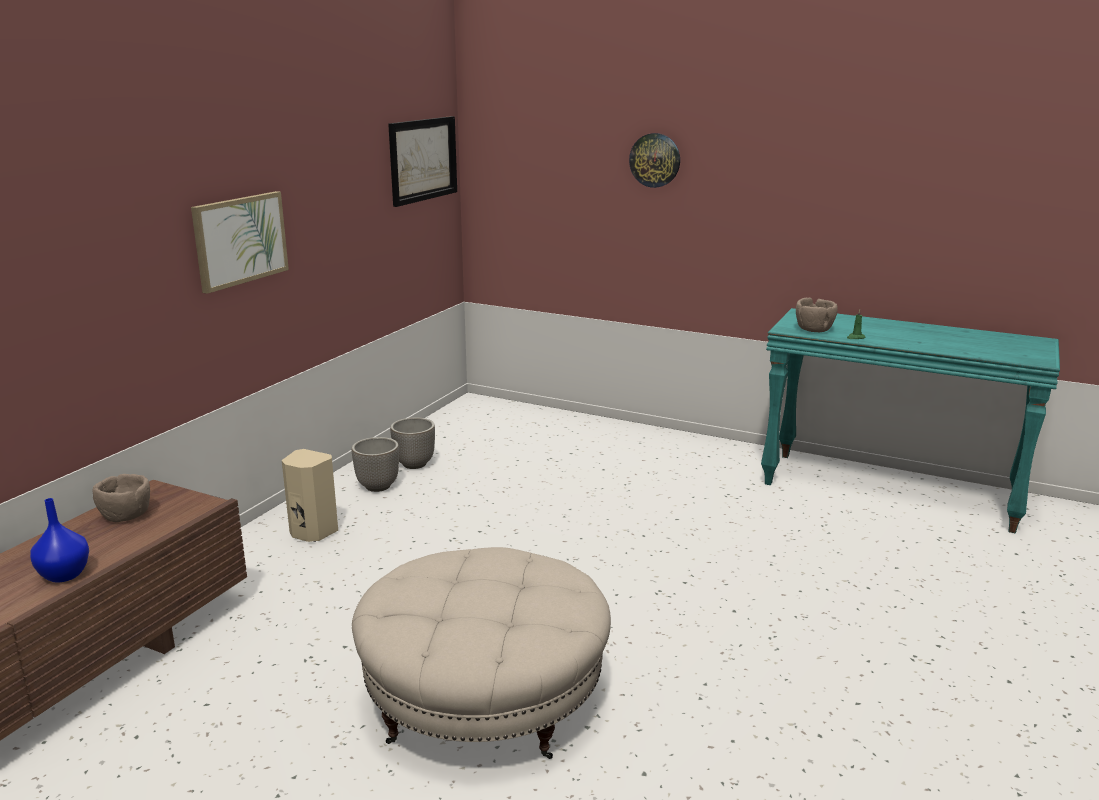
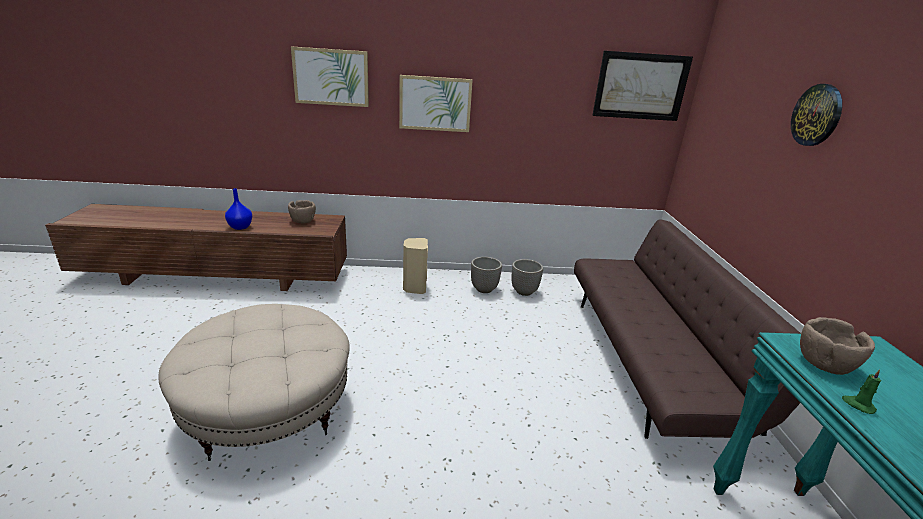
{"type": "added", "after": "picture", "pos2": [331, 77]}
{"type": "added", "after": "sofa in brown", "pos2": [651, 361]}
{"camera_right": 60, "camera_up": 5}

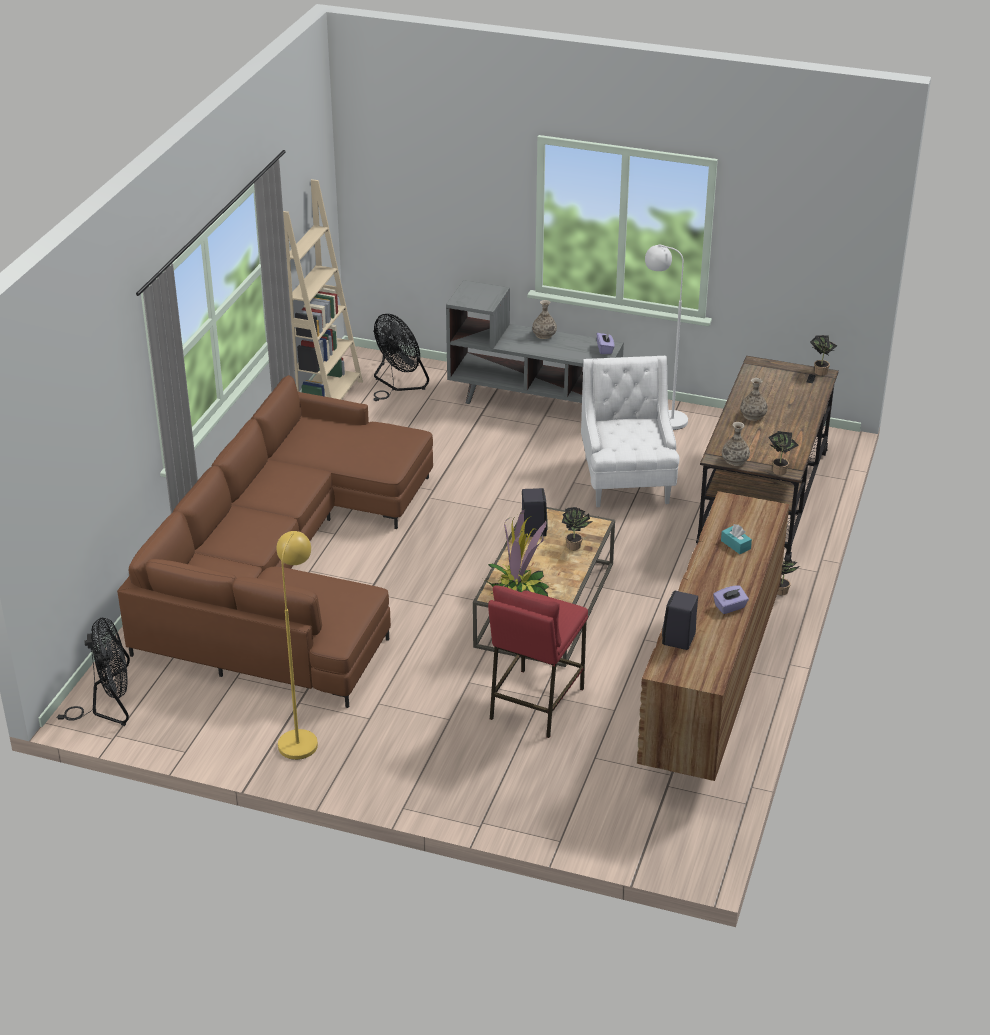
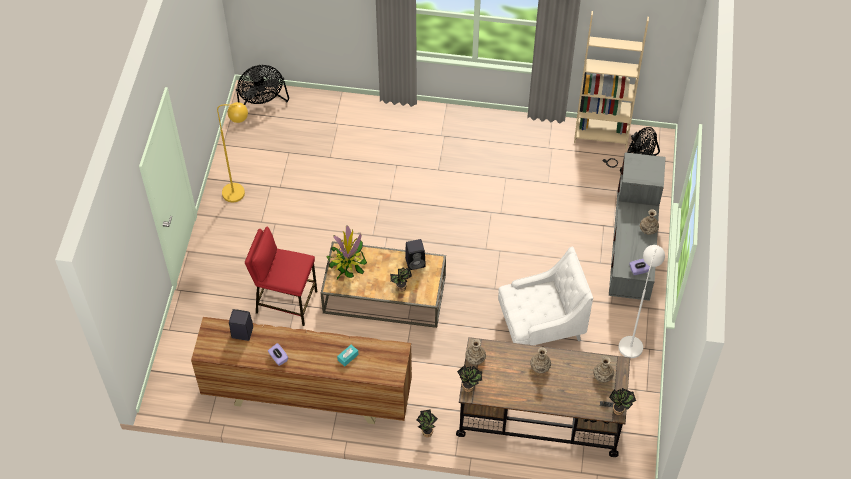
{"type": "added", "after": "vase", "pos2": [603, 376]}
{"type": "removed", "before": "sofa in brown", "pos1": [287, 570]}
{"camera_right": 80, "camera_up": 20}

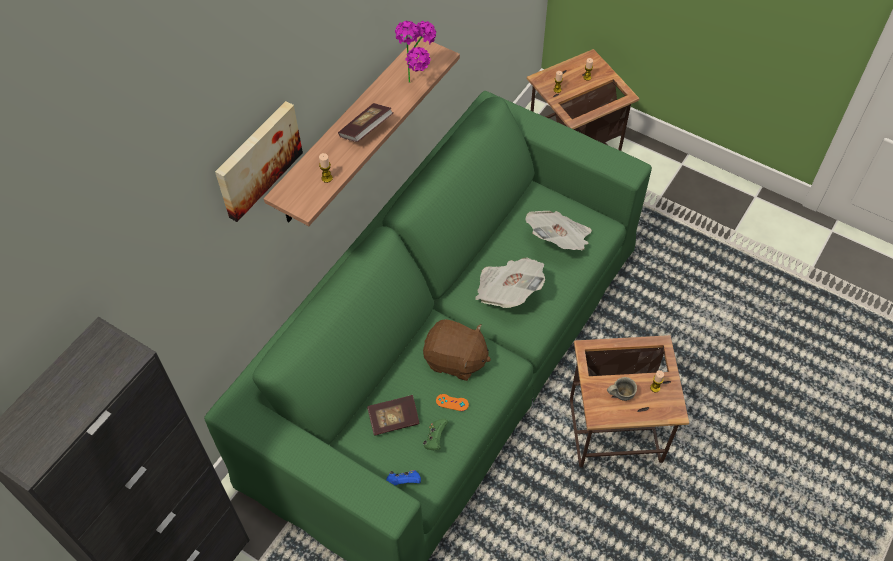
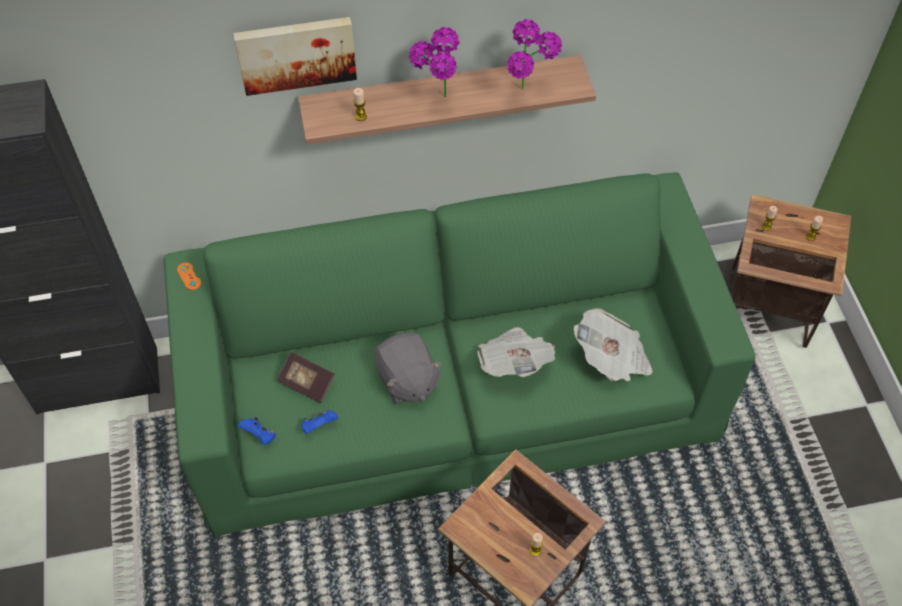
{"type": "moved", "before": "game controller in orange", "pos1": [452, 402], "pos2": [189, 276]}
{"type": "recoloured", "before": "game controller in green", "after": "game controller in blue", "pos1": [435, 439], "pos2": [319, 426]}
{"type": "recoloured", "before": "plush toy in brown", "after": "plush toy in grey", "pos1": [455, 360], "pos2": [407, 380]}
{"type": "replaced", "before": "book", "after": "potted plant", "pos1": [366, 130], "pos2": [437, 102]}
{"type": "removed", "before": "mug in grey", "pos1": [620, 394]}
{"camera_right": 45, "camera_up": 0}

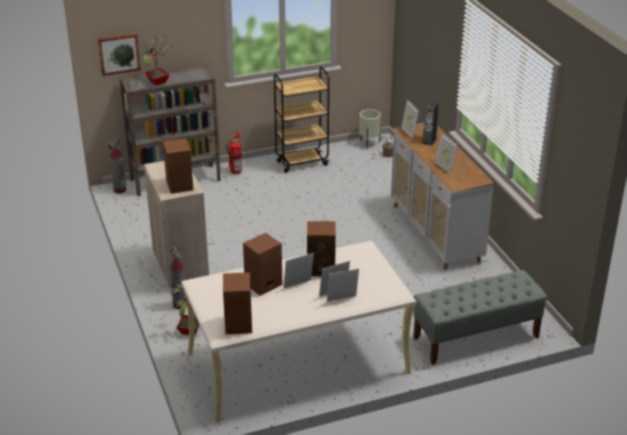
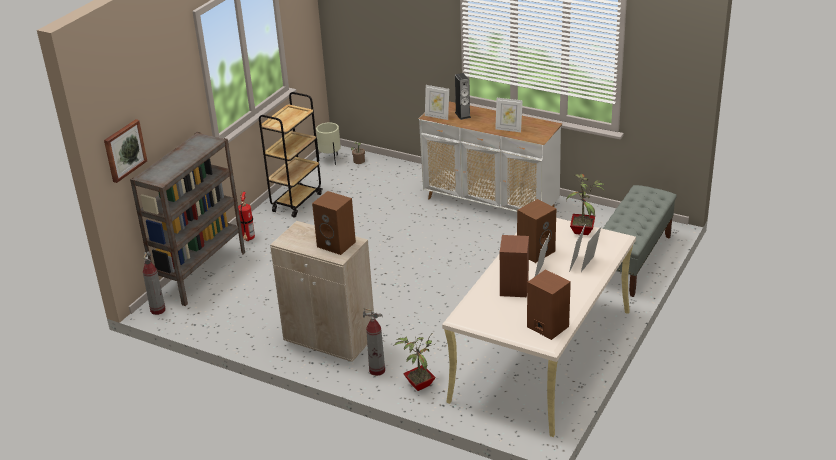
{"type": "moved", "before": "potted plant", "pos1": [158, 83], "pos2": [583, 231]}
{"camera_right": -40, "camera_up": 0}

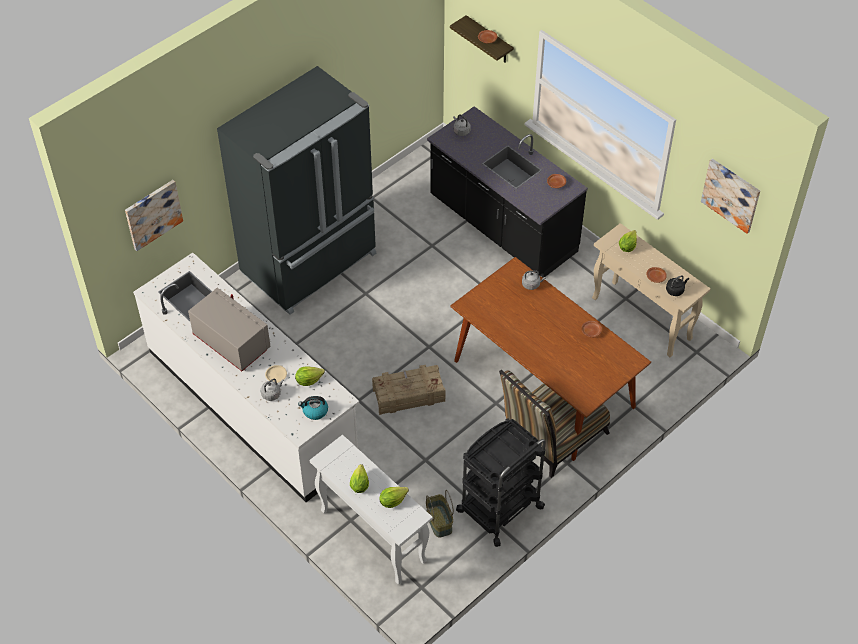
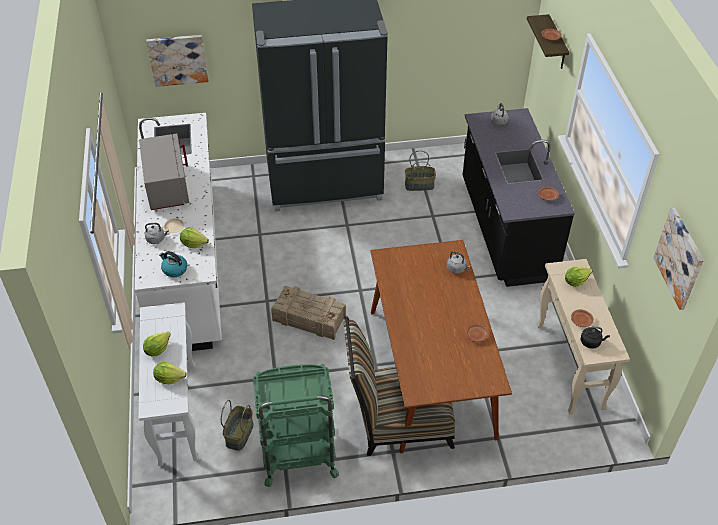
{"type": "recoloured", "before": "cart in black", "after": "cart in green", "pos1": [499, 508], "pos2": [299, 454]}
{"type": "added", "after": "basket", "pos2": [419, 185]}
{"camera_right": 35, "camera_up": -5}

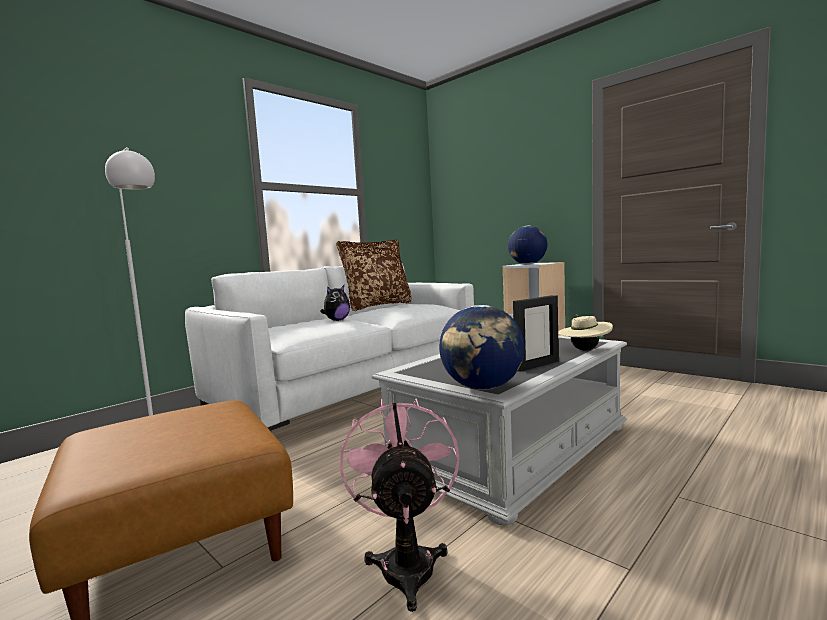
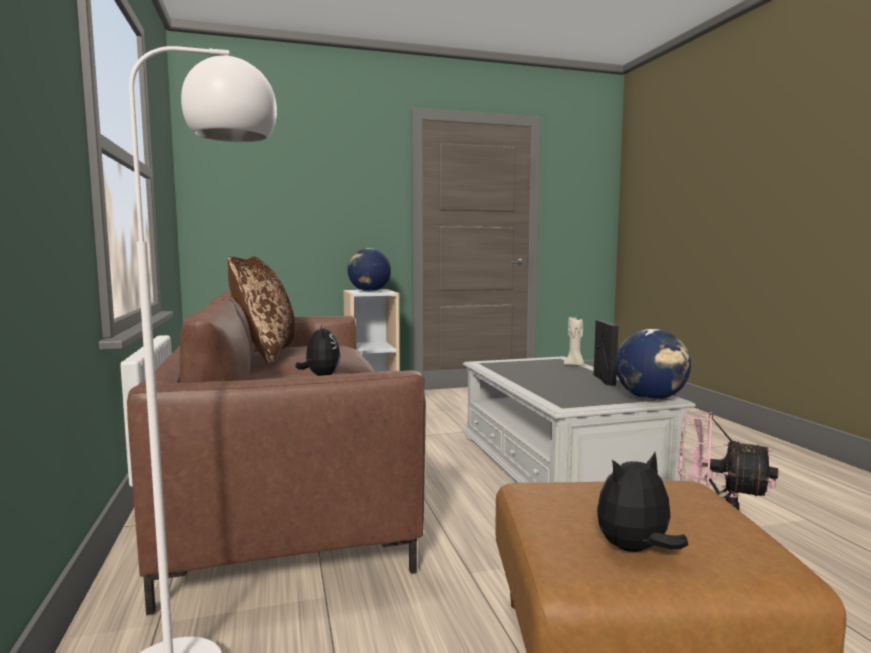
{"type": "recoloured", "before": "sofa in white", "after": "sofa in brown", "pos1": [352, 394], "pos2": [289, 487]}
{"type": "replaced", "before": "hat in beige", "after": "candle in beige", "pos1": [584, 349], "pos2": [574, 365]}
{"type": "added", "after": "plush toy", "pos2": [635, 550]}
{"camera_right": -60, "camera_up": 0}

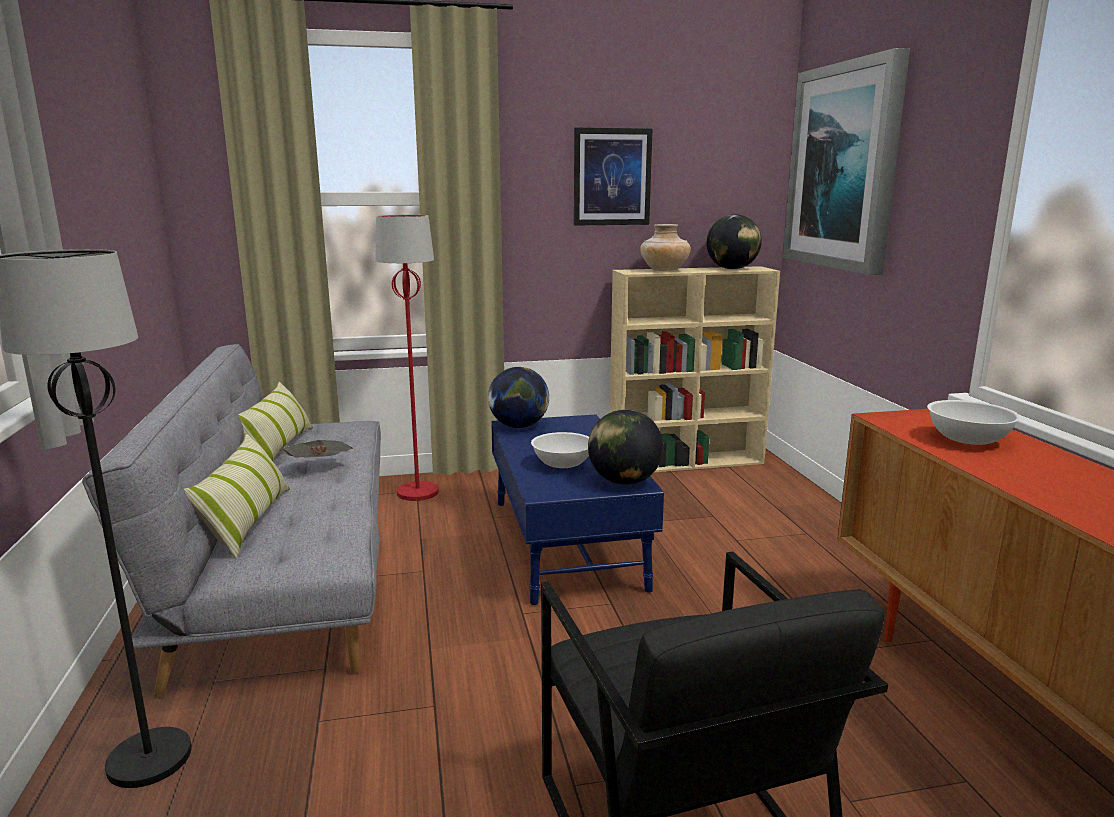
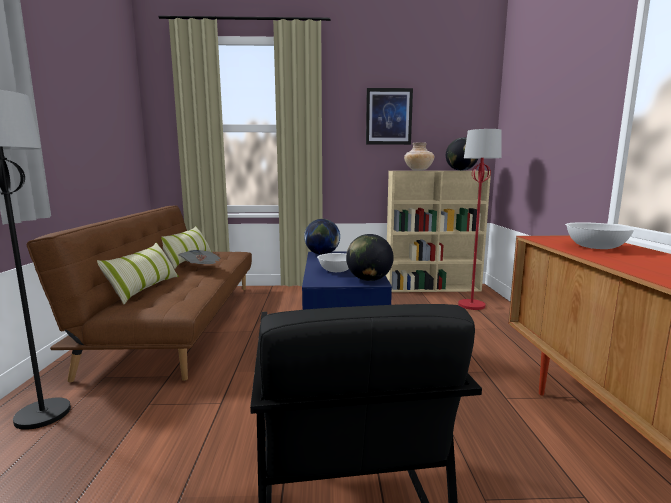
{"type": "recoloured", "before": "sofa in grey", "after": "sofa in brown", "pos1": [289, 564], "pos2": [181, 323]}
{"type": "moved", "before": "floor lamp in red", "pos1": [418, 492], "pos2": [472, 305]}
{"type": "removed", "before": "picture", "pos1": [844, 167]}
{"camera_right": 10, "camera_up": -5}

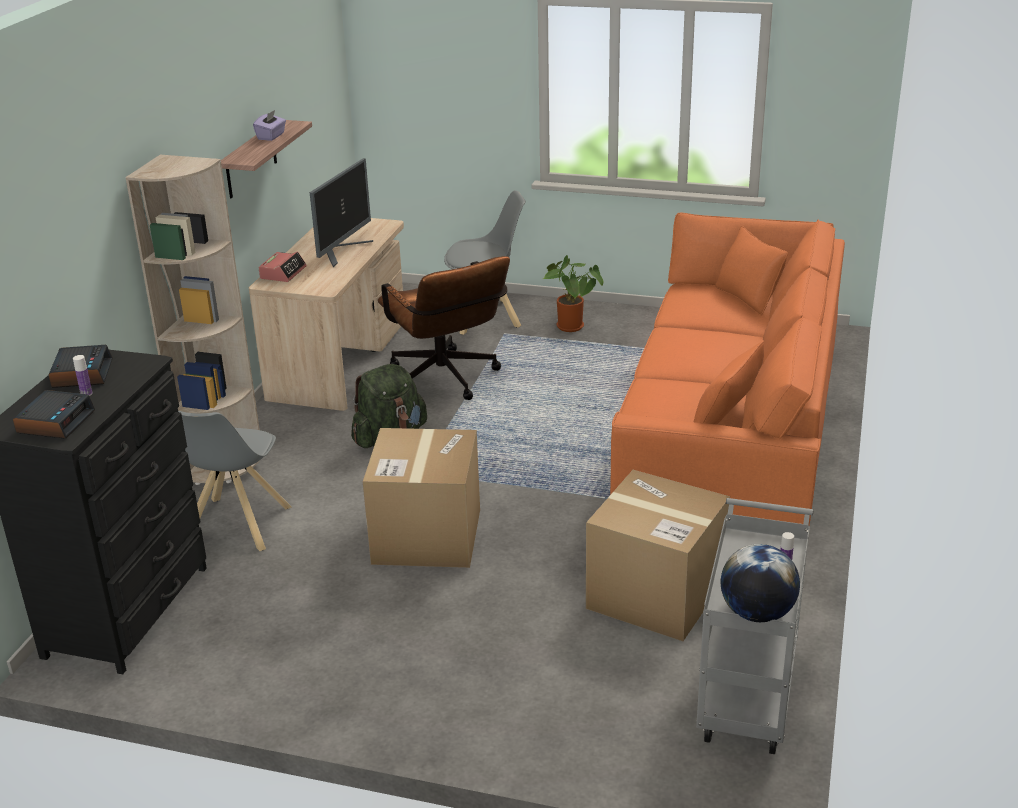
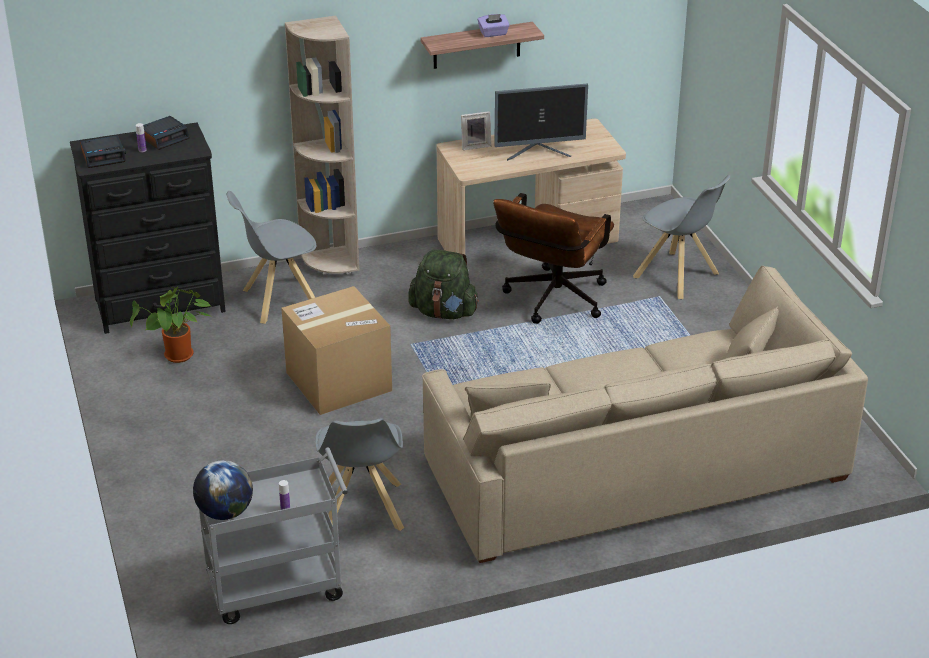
{"type": "moved", "before": "potted plant", "pos1": [573, 327], "pos2": [178, 357]}
{"type": "replaced", "before": "cardboard box", "after": "chair in grey", "pos1": [655, 595], "pos2": [361, 510]}
{"type": "recoloured", "before": "sofa in orange", "after": "sofa in beige", "pos1": [731, 428], "pos2": [634, 469]}
{"type": "replaced", "before": "alarm clock", "after": "picture frame", "pos1": [283, 273], "pos2": [475, 145]}
{"camera_right": 55, "camera_up": 5}

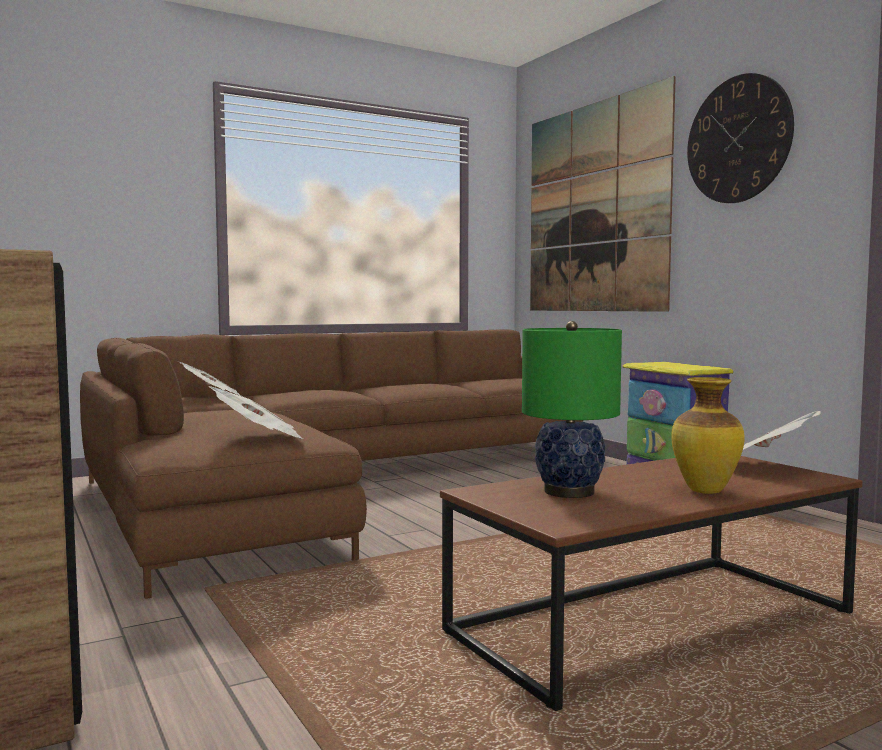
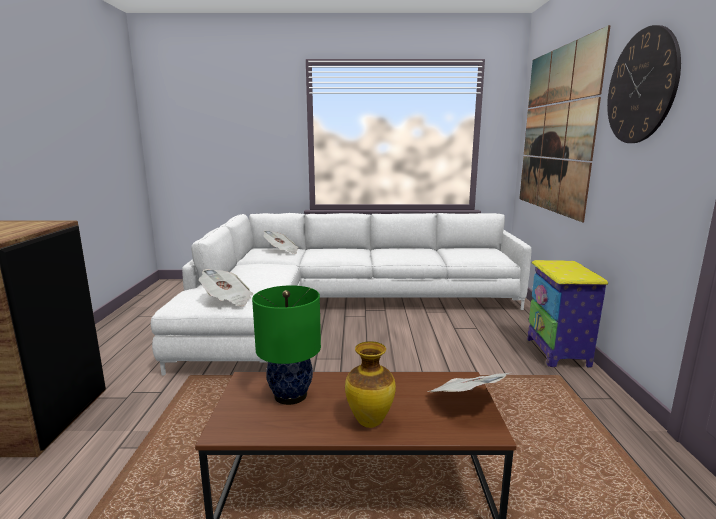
{"type": "recoloured", "before": "sofa in brown", "after": "sofa in white", "pos1": [325, 484], "pos2": [337, 307]}
{"camera_right": 30, "camera_up": 10}

